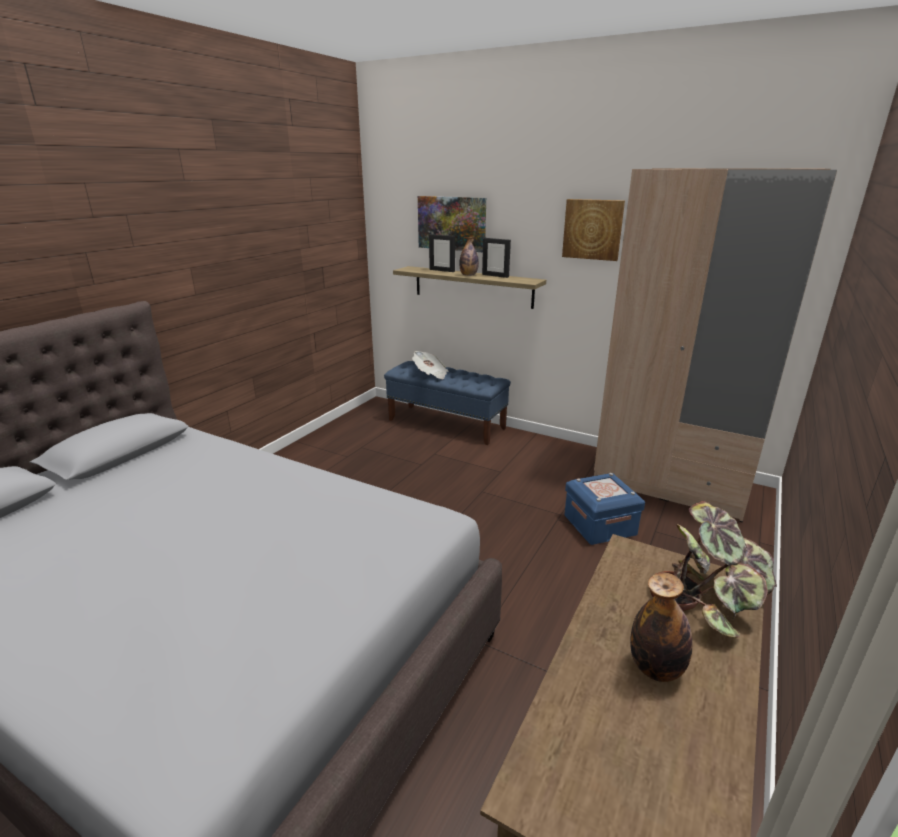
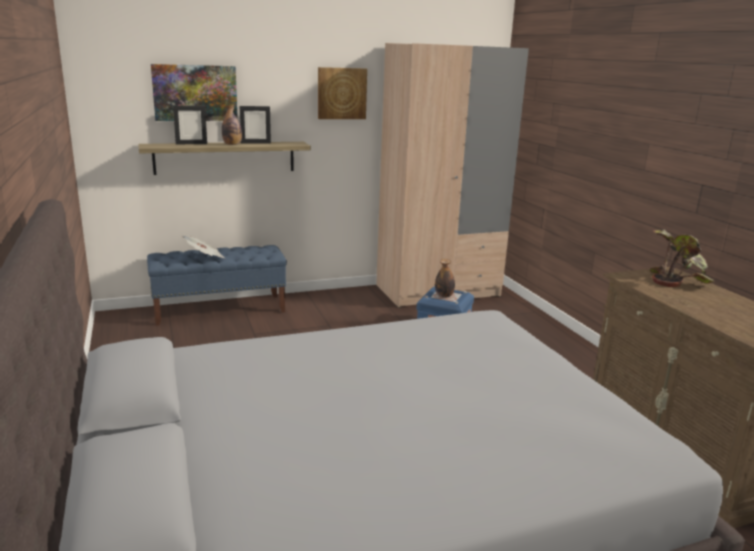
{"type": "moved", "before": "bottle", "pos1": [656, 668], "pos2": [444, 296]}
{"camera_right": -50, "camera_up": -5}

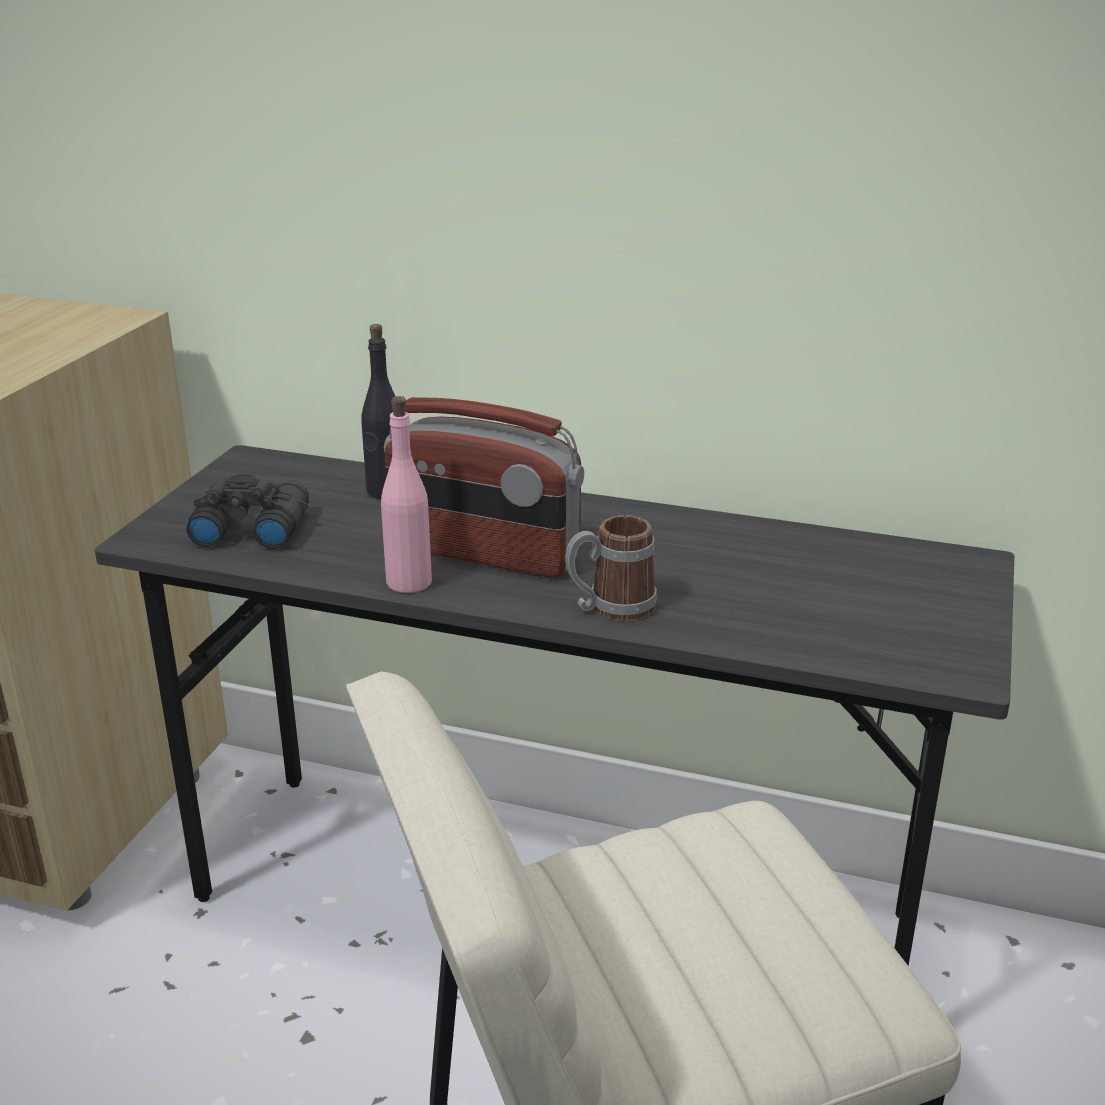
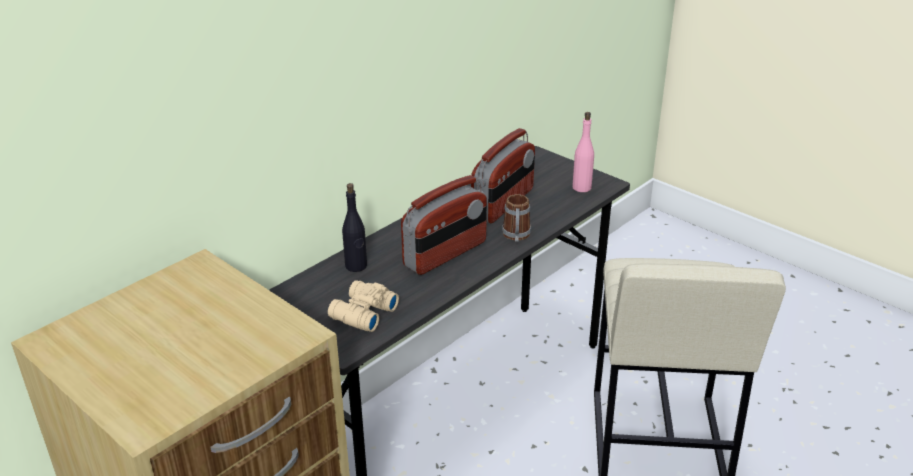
{"type": "recoloured", "before": "binoculars in black", "after": "binoculars in beige", "pos1": [249, 528], "pos2": [362, 314]}
{"type": "added", "after": "radio", "pos2": [503, 203]}
{"type": "moved", "before": "bottle in pink", "pos1": [409, 582], "pos2": [581, 187]}
{"camera_right": -65, "camera_up": 5}

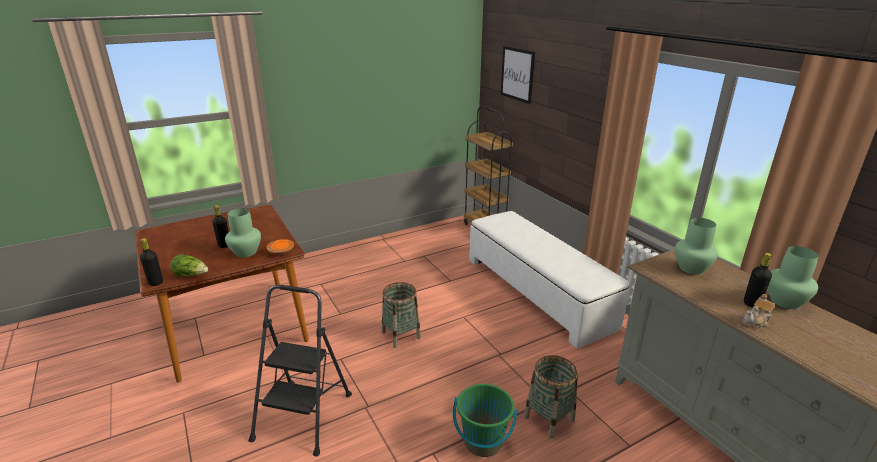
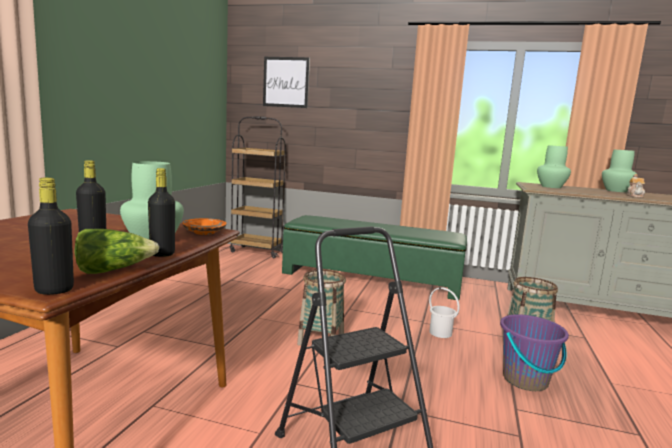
{"type": "moved", "before": "bottle in black", "pos1": [751, 303], "pos2": [162, 254]}
{"type": "recoloured", "before": "bench in white", "after": "bench in green", "pos1": [538, 292], "pos2": [372, 278]}
{"type": "added", "after": "bucket in white", "pos2": [440, 333]}
{"type": "recoloured", "before": "bucket in green", "after": "bucket in purple", "pos1": [483, 442], "pos2": [525, 380]}
{"camera_right": -45, "camera_up": -15}

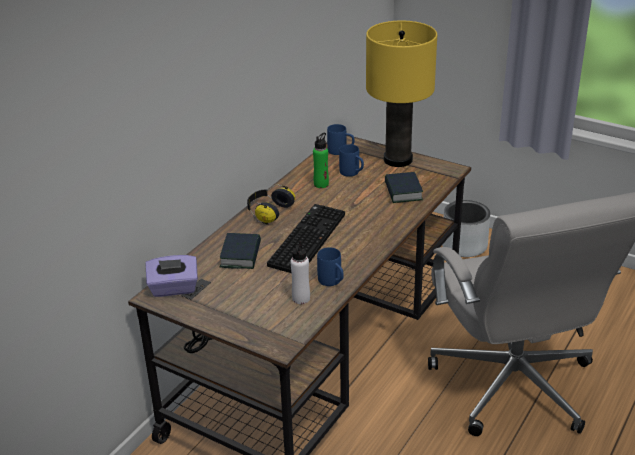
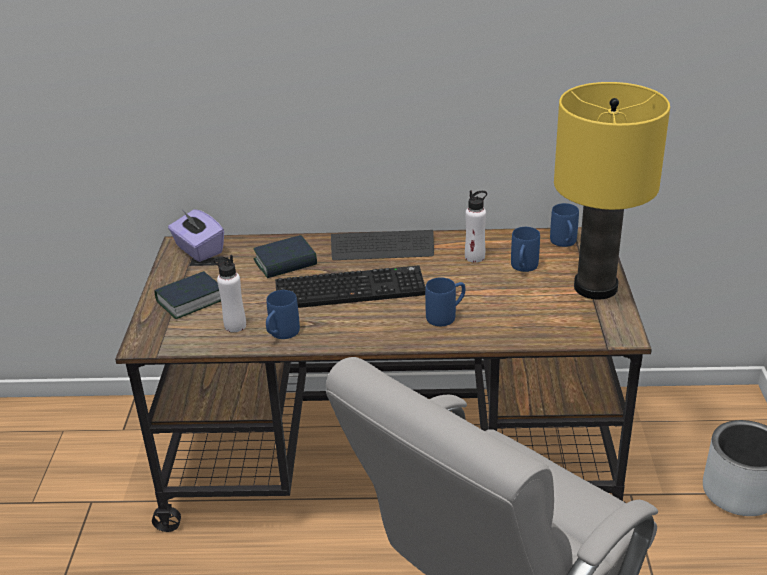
{"type": "moved", "before": "book", "pos1": [403, 192], "pos2": [190, 300]}
{"type": "replaced", "before": "headphones", "after": "keyboard", "pos1": [268, 212], "pos2": [382, 247]}
{"type": "added", "after": "mug in blue", "pos2": [446, 315]}
{"type": "recoloured", "before": "bottle in green", "after": "bottle in white", "pos1": [321, 184], "pos2": [475, 257]}
{"camera_right": 60, "camera_up": 0}

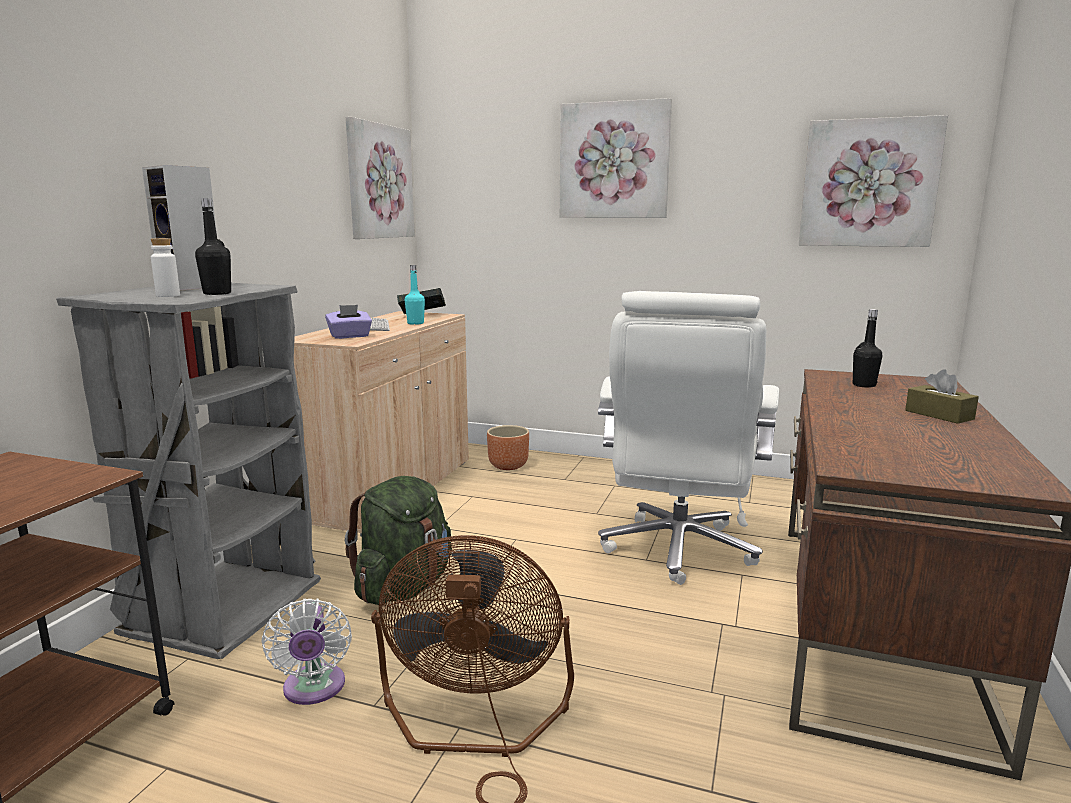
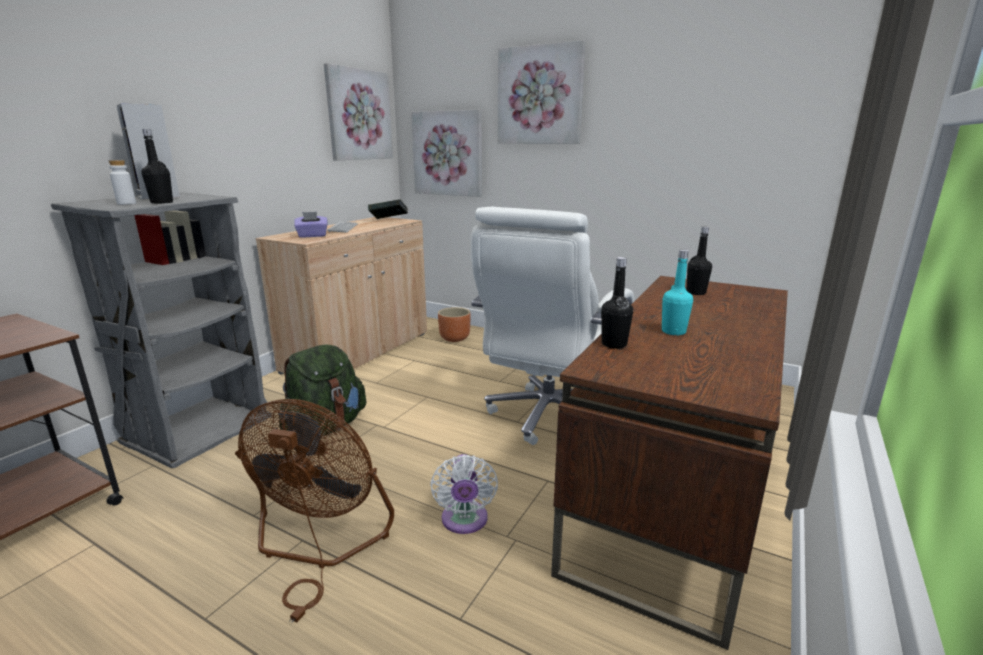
{"type": "moved", "before": "picture", "pos1": [868, 183], "pos2": [448, 153]}
{"type": "moved", "before": "fan in white", "pos1": [314, 689], "pos2": [464, 521]}
{"type": "added", "after": "bottle in black", "pos2": [614, 344]}
{"type": "moved", "before": "bottle in turquoise", "pos1": [415, 323], "pos2": [673, 331]}
{"type": "removed", "before": "tissue box in brown", "pos1": [939, 415]}
{"camera_right": 10, "camera_up": 5}

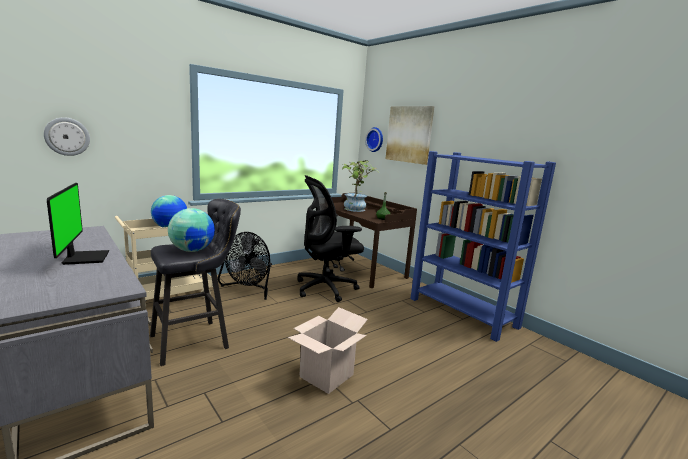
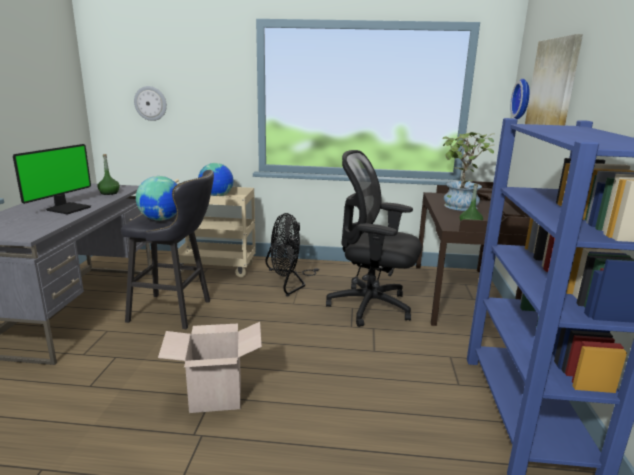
{"type": "added", "after": "bottle in green", "pos2": [109, 193]}
{"camera_right": 45, "camera_up": 5}

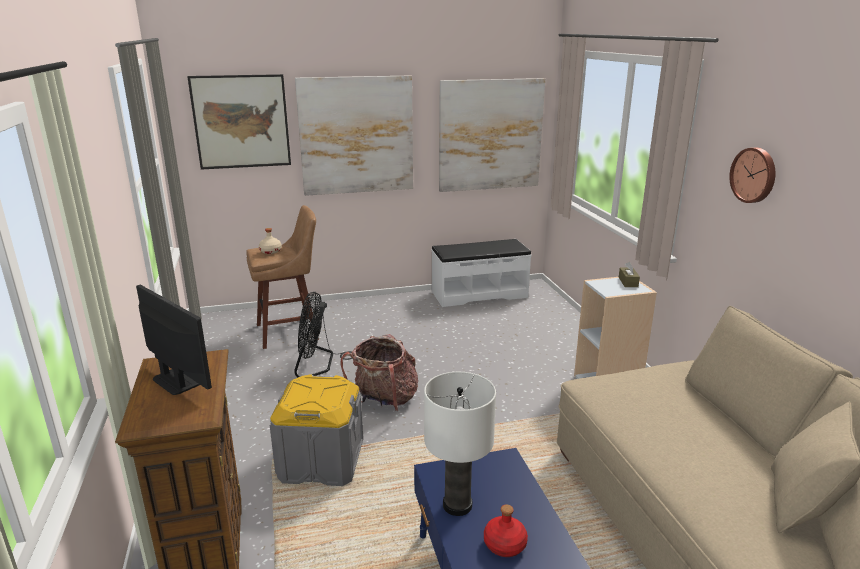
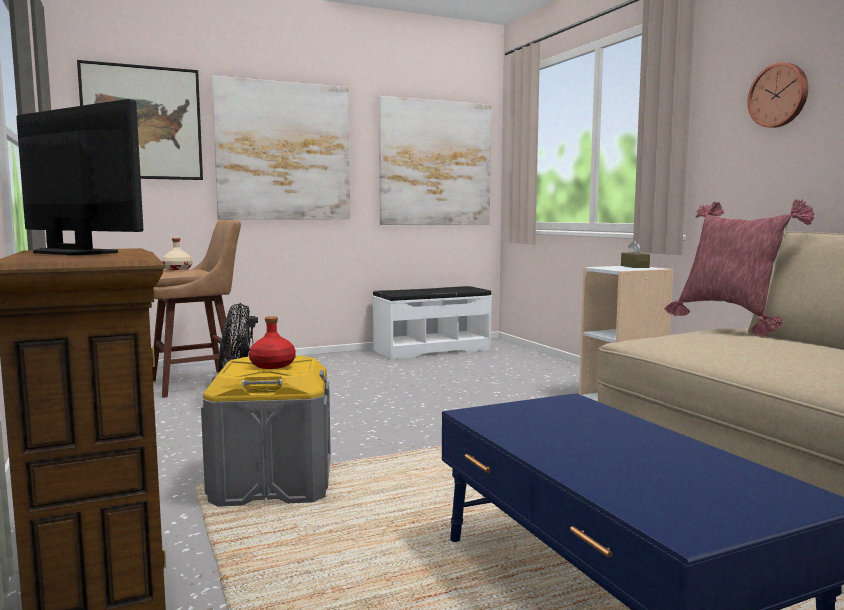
{"type": "moved", "before": "bottle in red", "pos1": [505, 544], "pos2": [273, 365]}
{"type": "added", "after": "pillow in red", "pos2": [731, 327]}
{"type": "removed", "before": "backpack", "pos1": [384, 400]}
{"type": "removed", "before": "table lamp in white", "pos1": [458, 505]}
{"camera_right": -10, "camera_up": -15}

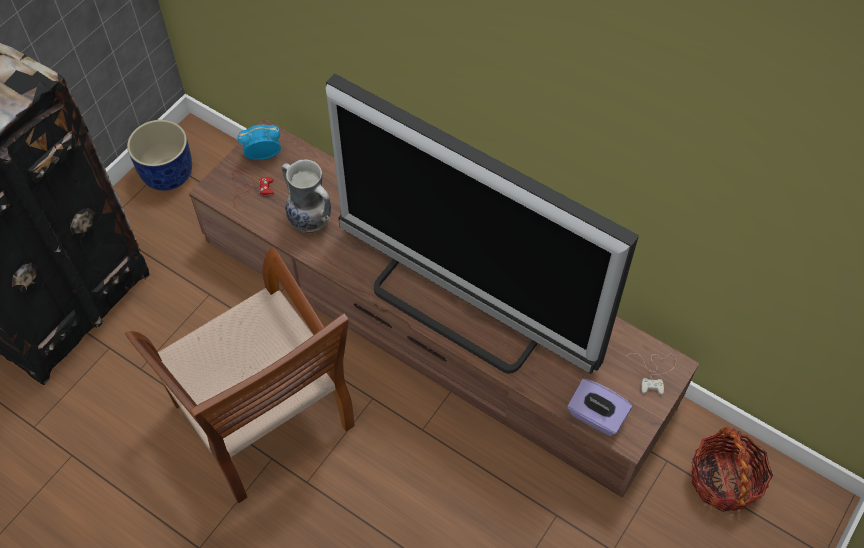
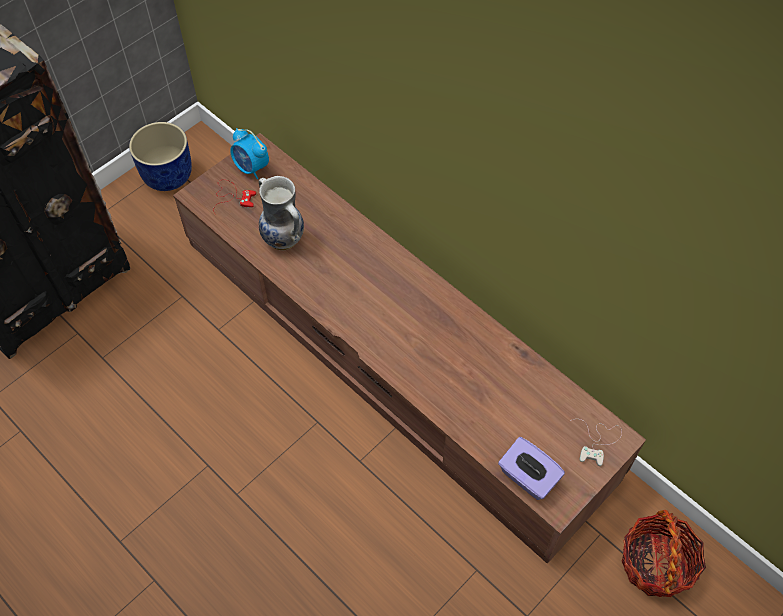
{"type": "turned", "before": "alarm clock", "pos1": [263, 155], "pos2": [251, 168], "turn": -135}
{"type": "removed", "before": "armchair in brown", "pos1": [264, 418]}
{"type": "removed", "before": "television", "pos1": [460, 307]}
{"camera_right": 10, "camera_up": 0}

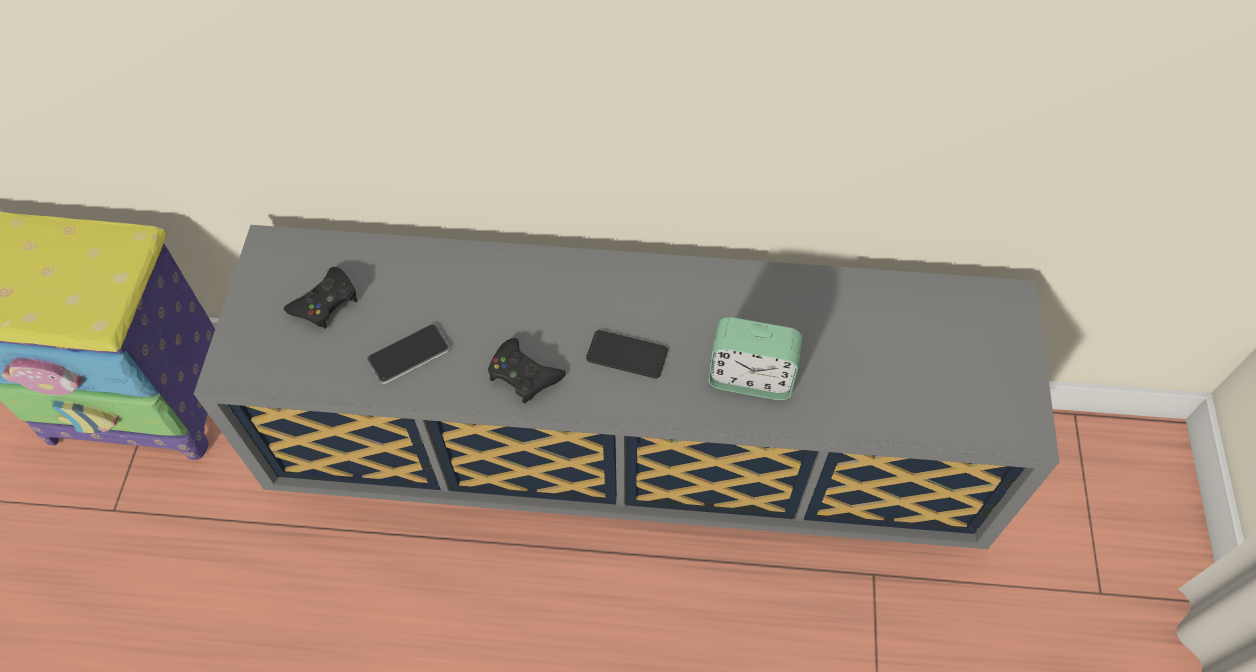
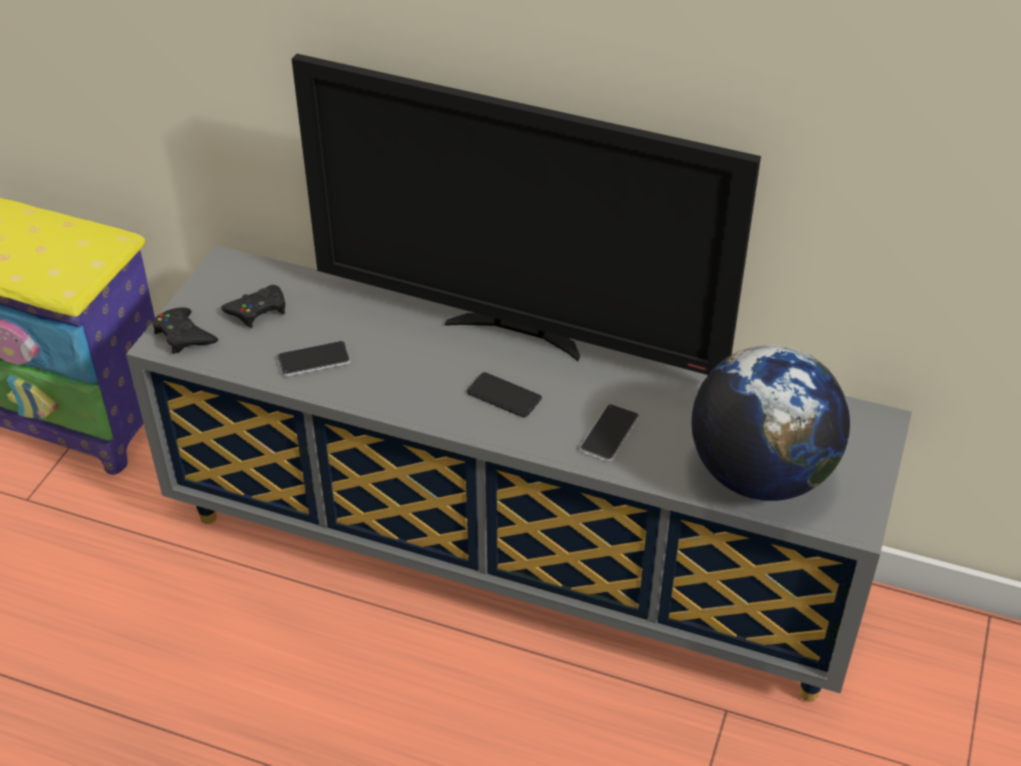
{"type": "moved", "before": "game controller in black", "pos1": [523, 374], "pos2": [184, 335]}
{"type": "added", "after": "television", "pos2": [518, 332]}
{"type": "replaced", "before": "alarm clock", "after": "phone", "pos1": [750, 378], "pos2": [609, 434]}
{"type": "added", "after": "globe", "pos2": [759, 475]}
{"camera_right": 15, "camera_up": -15}

